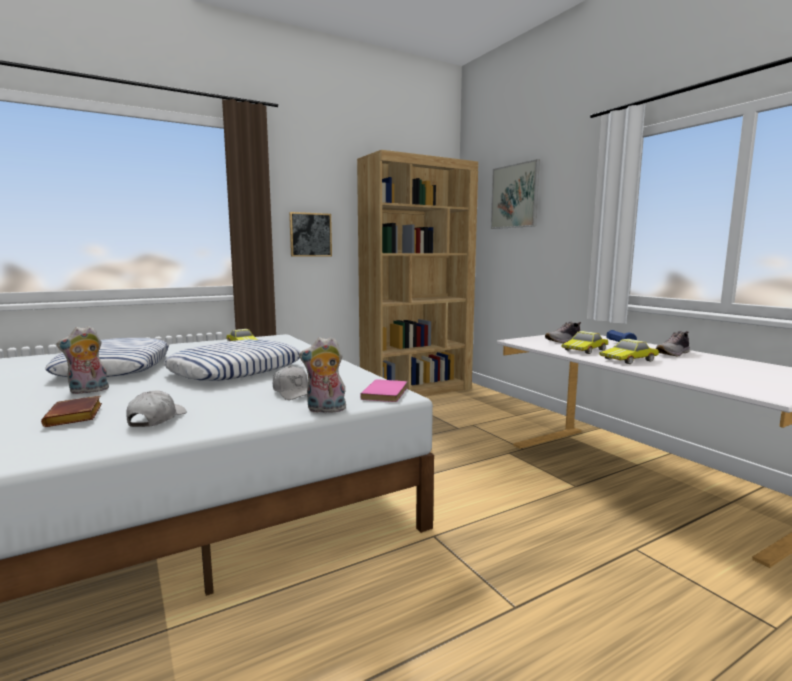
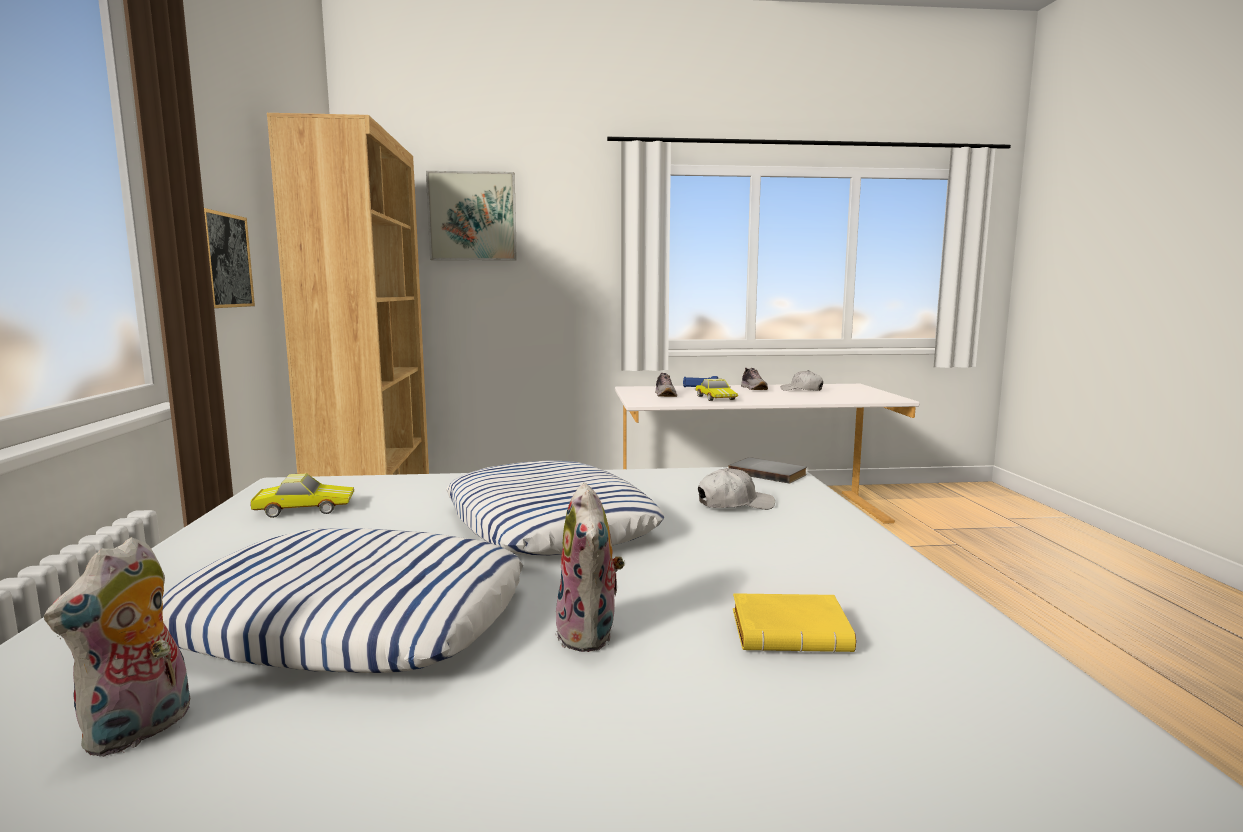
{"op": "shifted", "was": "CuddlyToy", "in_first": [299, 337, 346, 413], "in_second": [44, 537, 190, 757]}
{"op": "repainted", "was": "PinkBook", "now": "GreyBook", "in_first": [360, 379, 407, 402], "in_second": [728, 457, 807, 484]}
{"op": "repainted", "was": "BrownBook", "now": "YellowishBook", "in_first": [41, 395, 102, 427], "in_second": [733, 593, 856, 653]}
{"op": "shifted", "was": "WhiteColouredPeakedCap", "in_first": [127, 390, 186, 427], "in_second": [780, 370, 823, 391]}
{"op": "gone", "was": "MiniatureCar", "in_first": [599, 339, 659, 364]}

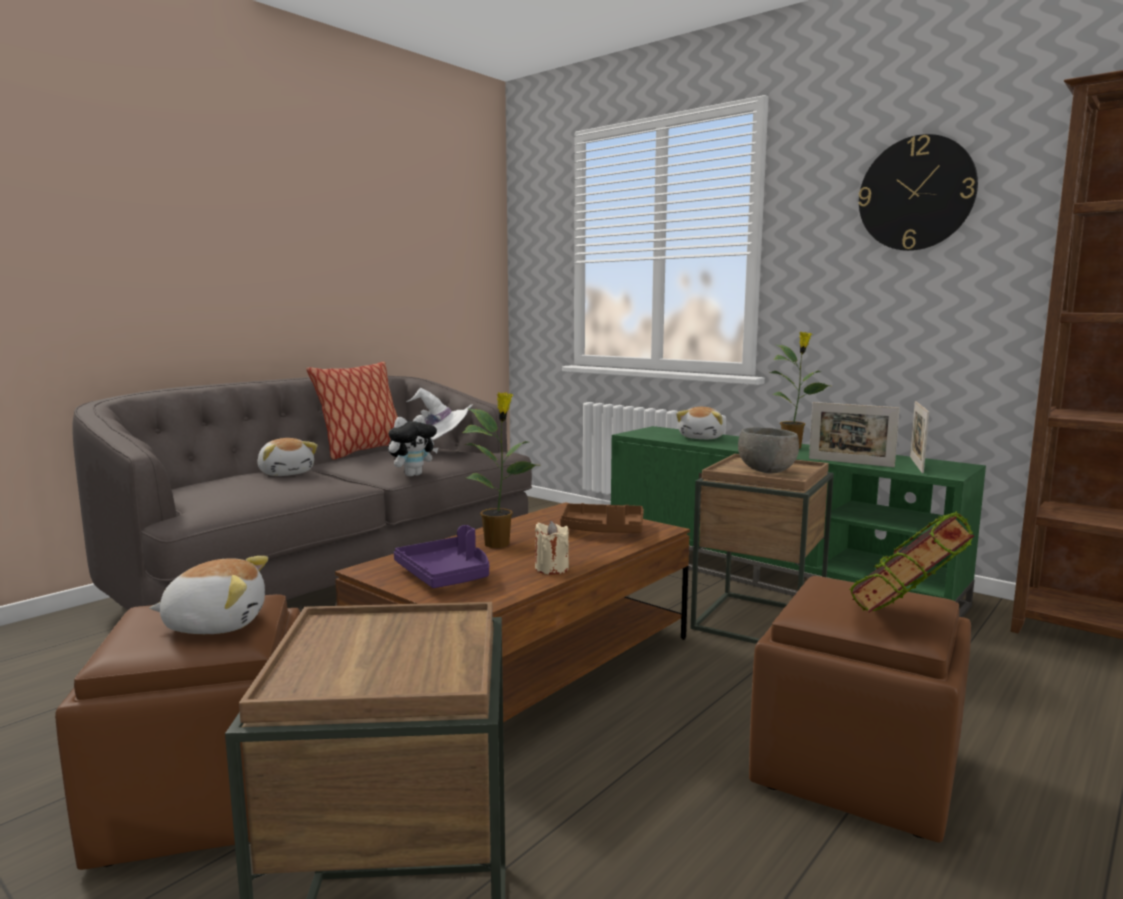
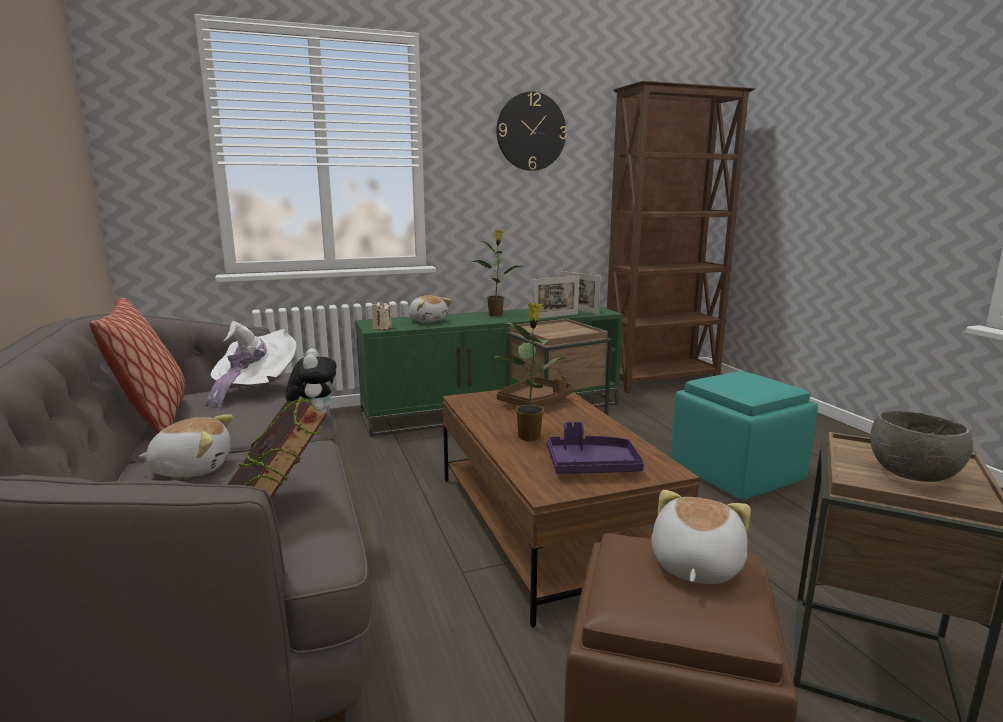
{"op": "shifted", "was": "Book", "in_first": [850, 511, 974, 613], "in_second": [227, 396, 328, 499]}
{"op": "shifted", "was": "BeigeColouredCandle", "in_first": [535, 521, 569, 575], "in_second": [372, 301, 392, 330]}
{"op": "repainted", "was": "BrownFootrest", "now": "TurquoiseColouredFootrest", "in_first": [749, 576, 971, 842], "in_second": [671, 371, 818, 500]}
{"op": "shifted", "was": "GreyServingBowl", "in_first": [738, 427, 799, 473], "in_second": [870, 410, 973, 482]}

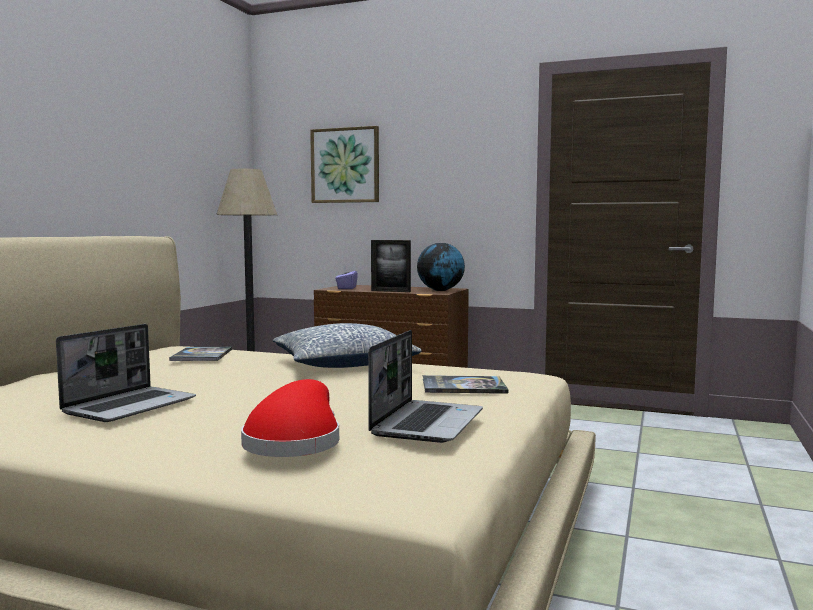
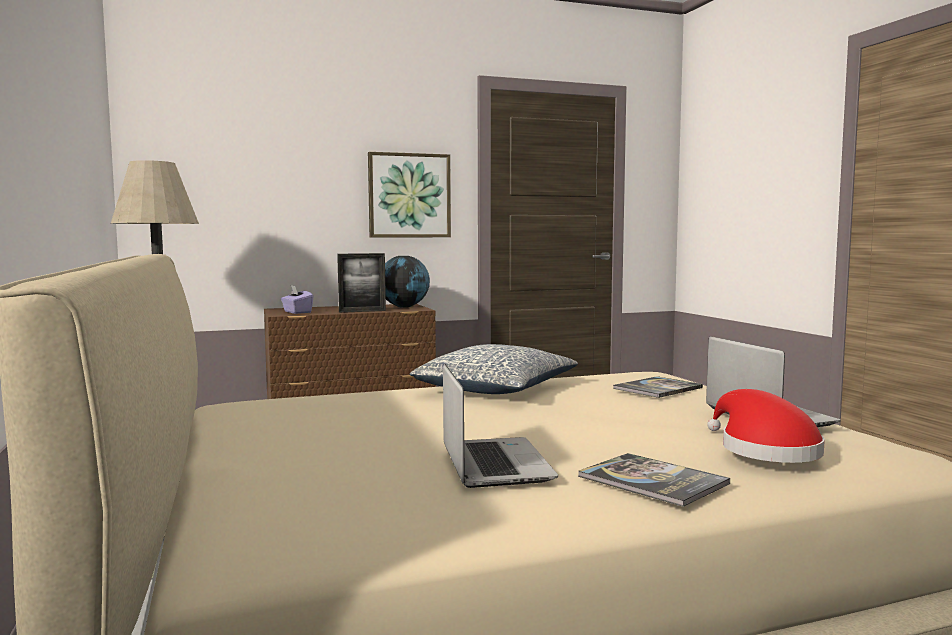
{"op": "shifted", "was": "WallArt", "in_first": [310, 126, 379, 203], "in_second": [368, 152, 451, 238]}
{"op": "shifted", "was": "Book", "in_first": [169, 347, 232, 361], "in_second": [578, 453, 730, 507]}

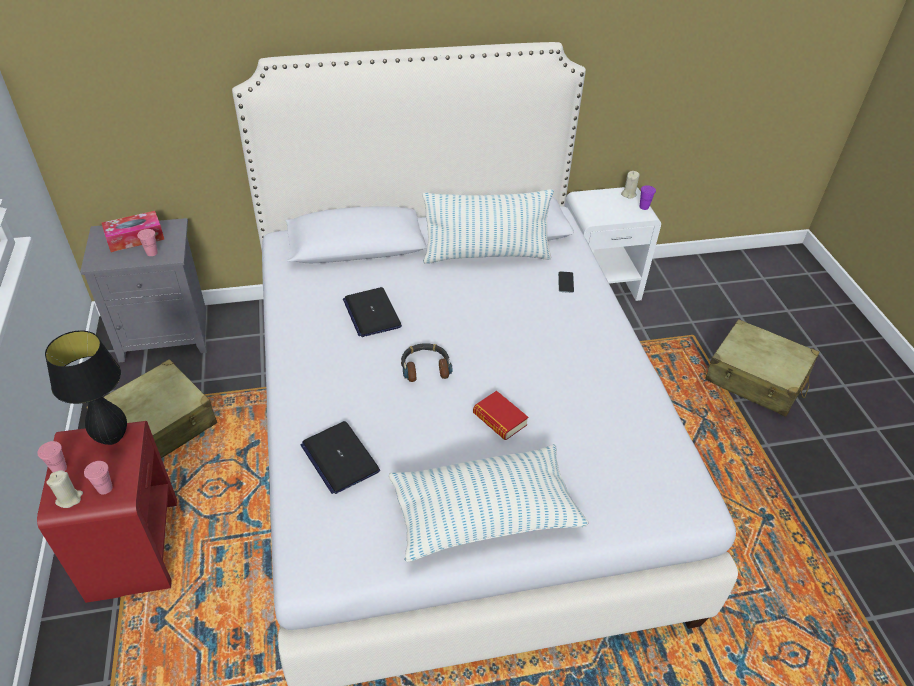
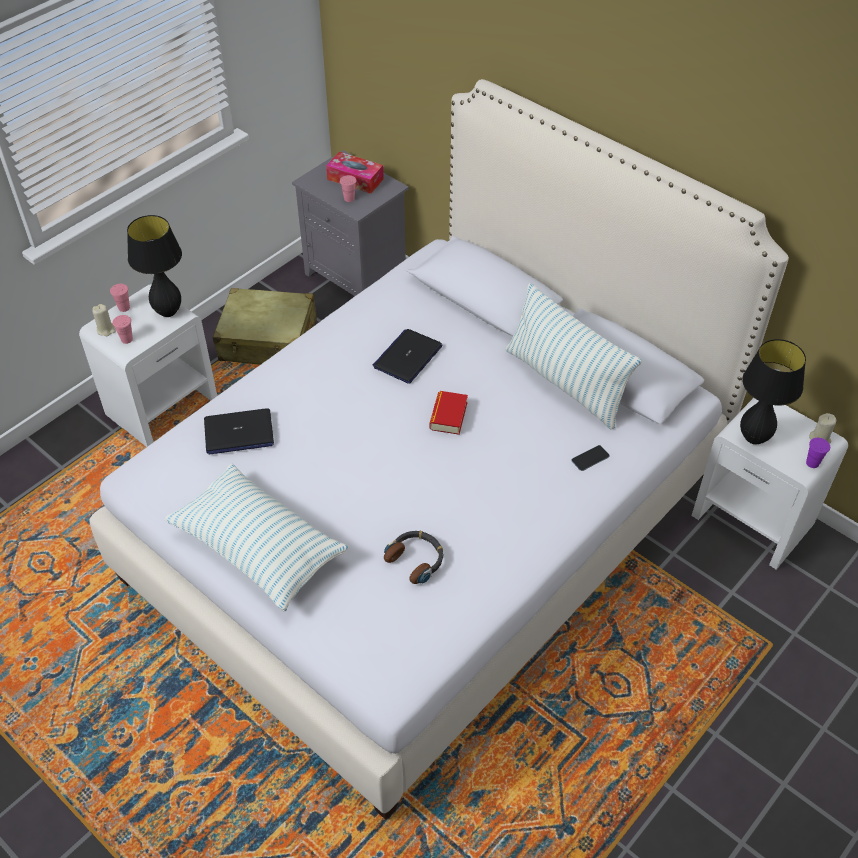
{"op": "repainted", "was": "RedNightTable", "now": "WhiteColouredNightTable", "in_first": [37, 421, 177, 603], "in_second": [79, 284, 217, 447]}
{"op": "rotated", "was": "Laptop", "in_first": [301, 421, 380, 494], "in_second": [204, 408, 274, 455], "clockwise": -120}
{"op": "shifted", "was": "Headphones", "in_first": [401, 343, 453, 382], "in_second": [384, 531, 443, 584]}
{"op": "shifted", "was": "Book", "in_first": [473, 391, 528, 440], "in_second": [429, 391, 468, 435]}
{"op": "new", "now": "BlackishTableLamp", "in_second": [740, 339, 806, 445]}
{"op": "gone", "was": "BeigeColouredSuitcase", "in_first": [705, 319, 819, 417]}

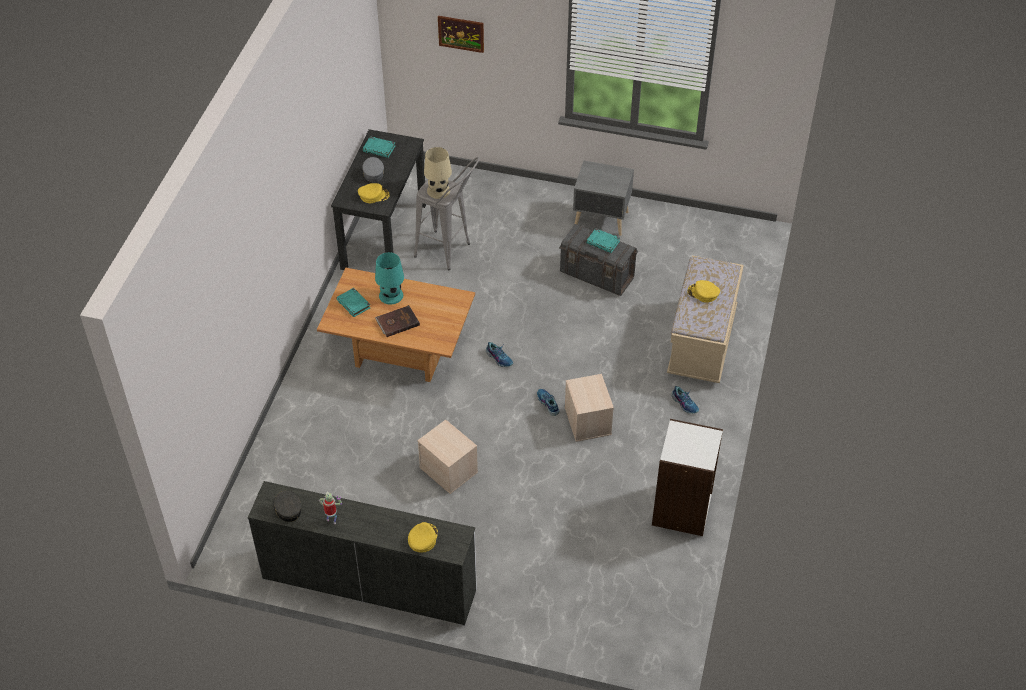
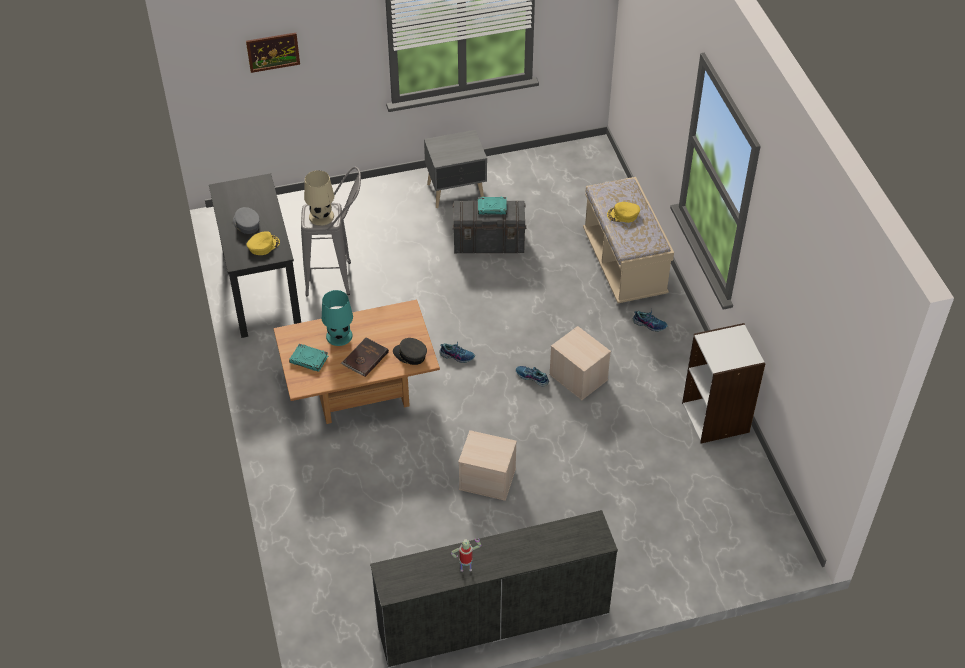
{"op": "shifted", "was": "GreyPeakedCap", "in_first": [273, 491, 301, 522], "in_second": [393, 338, 427, 365]}
{"op": "gone", "was": "TurquoiseColouredBook", "in_first": [362, 136, 395, 158]}
{"op": "gone", "was": "YellowishPeakedCap", "in_first": [408, 522, 438, 553]}

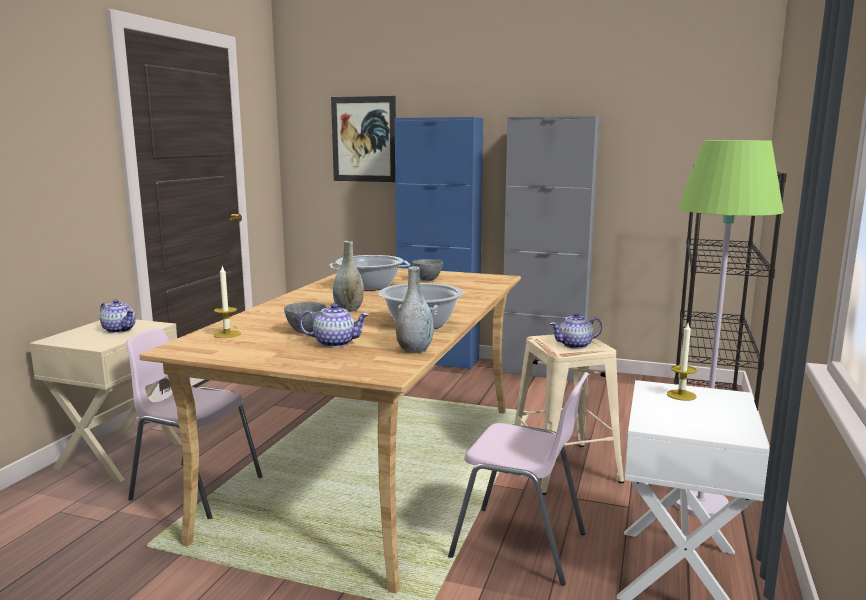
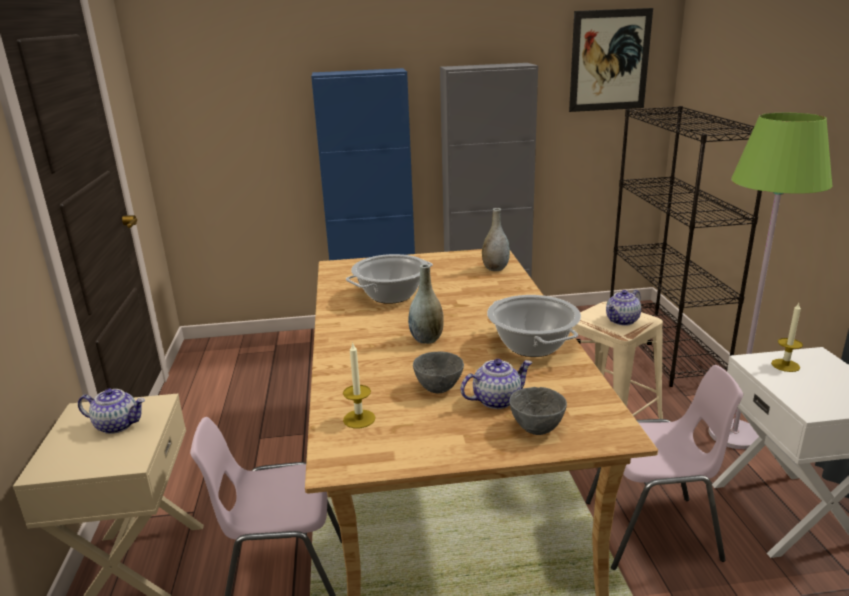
{"op": "shifted", "was": "GreyDecorativeVase", "in_first": [396, 266, 434, 353], "in_second": [482, 208, 510, 271]}
{"op": "shifted", "was": "GreyServingBowl", "in_first": [412, 259, 443, 281], "in_second": [509, 387, 567, 435]}
{"op": "shifted", "was": "WallArt", "in_first": [331, 96, 396, 182], "in_second": [569, 8, 653, 112]}

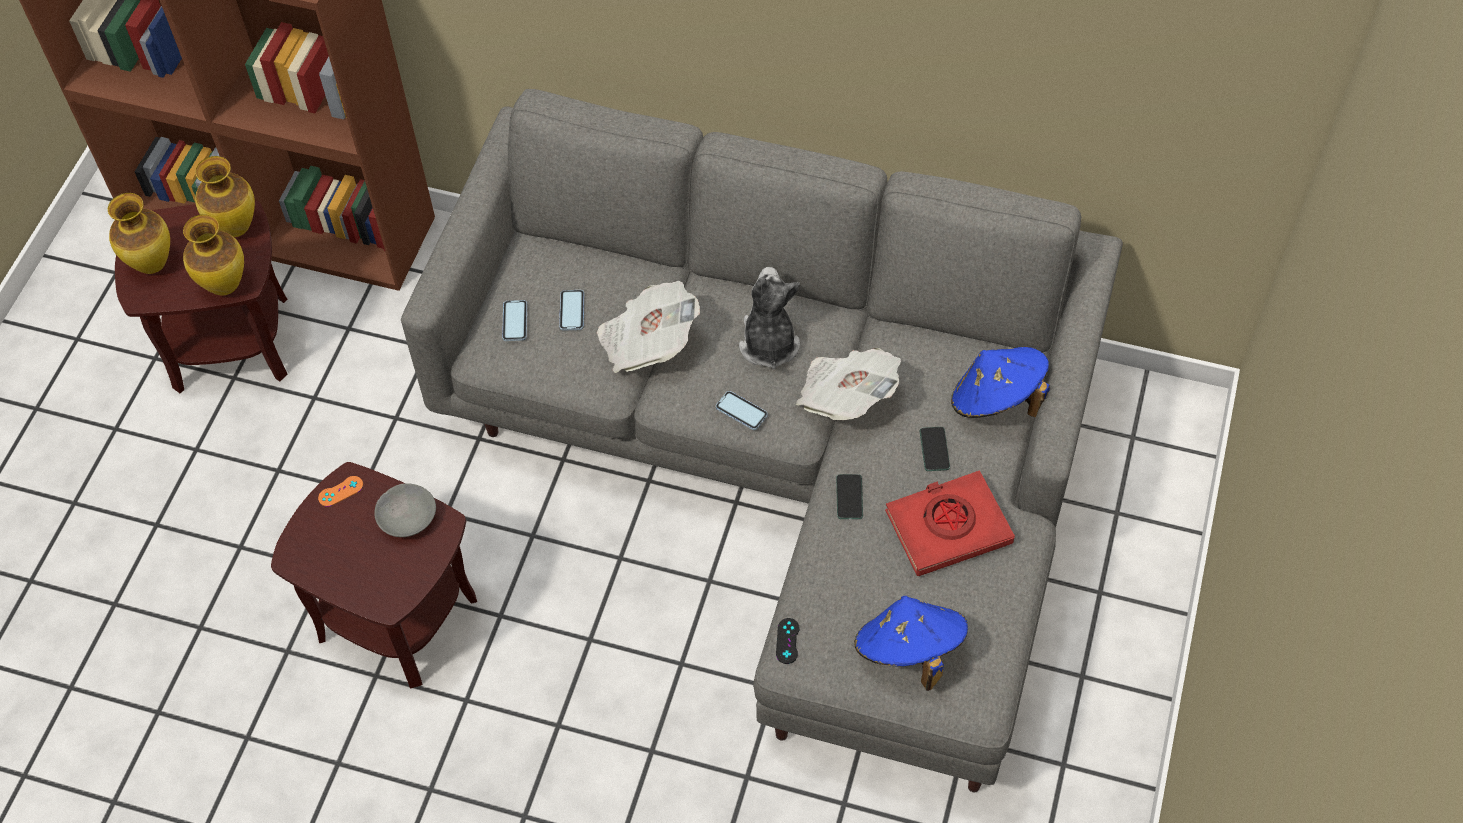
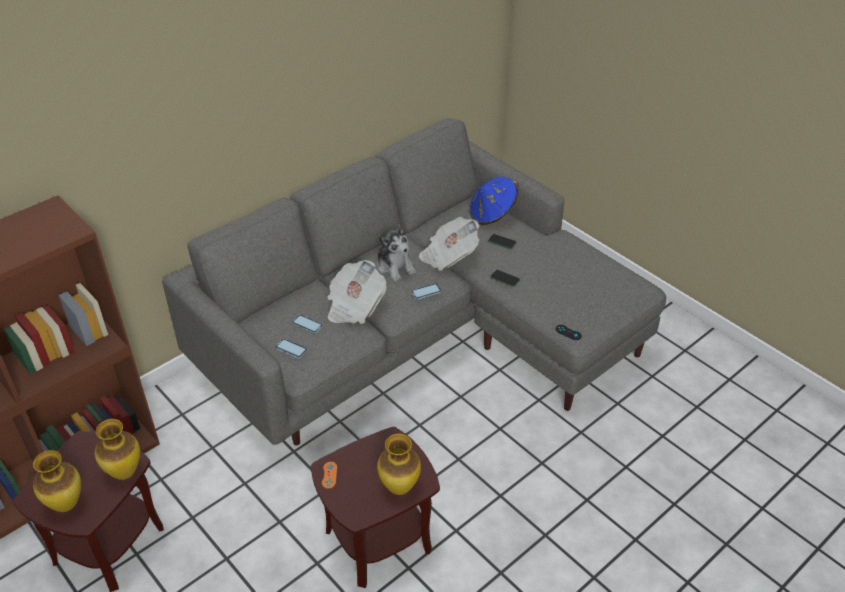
{"op": "rotated", "was": "CuddlyToy", "in_first": [739, 267, 800, 370], "in_second": [377, 225, 416, 281], "clockwise": -150}
{"op": "shifted", "was": "DecorativeVase", "in_first": [195, 156, 255, 237], "in_second": [377, 434, 421, 495]}
{"op": "gone", "was": "GreyServingBowl", "in_first": [374, 483, 436, 537]}
{"op": "gone", "was": "BluishWearableHat", "in_first": [854, 596, 968, 691]}
{"op": "gone", "was": "RedBook", "in_first": [885, 470, 1015, 576]}

